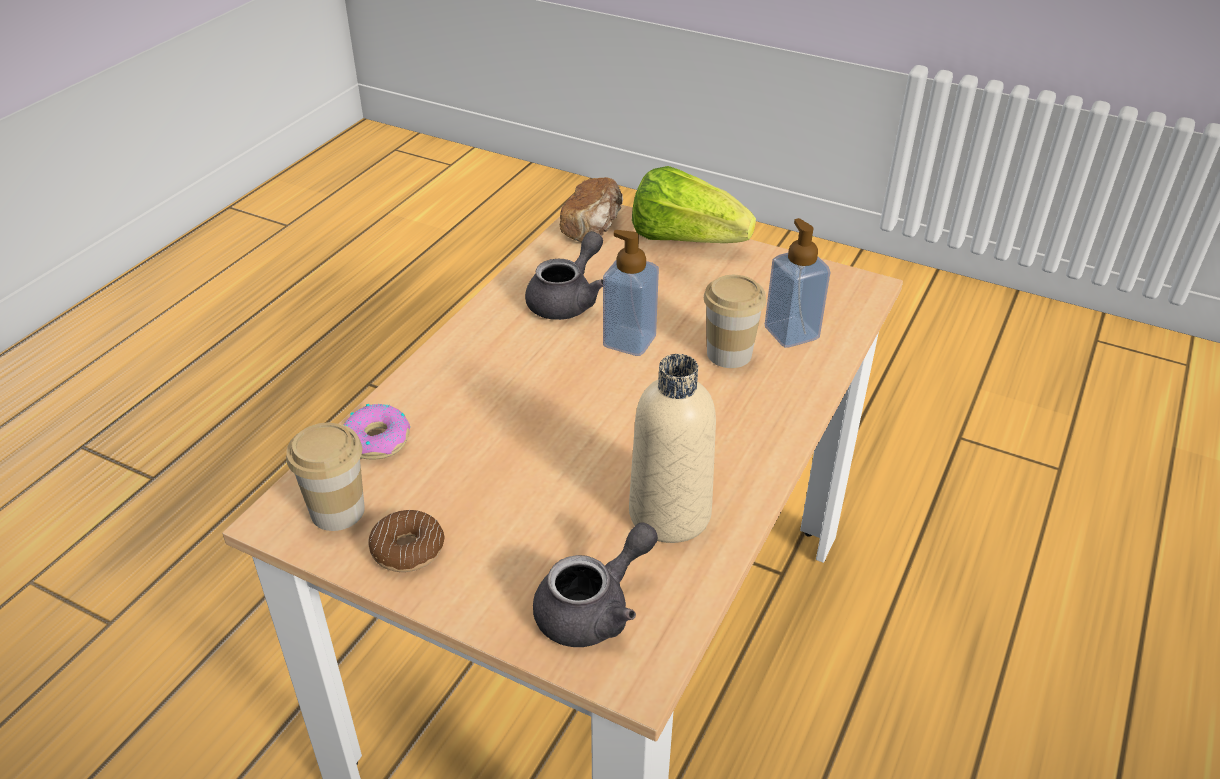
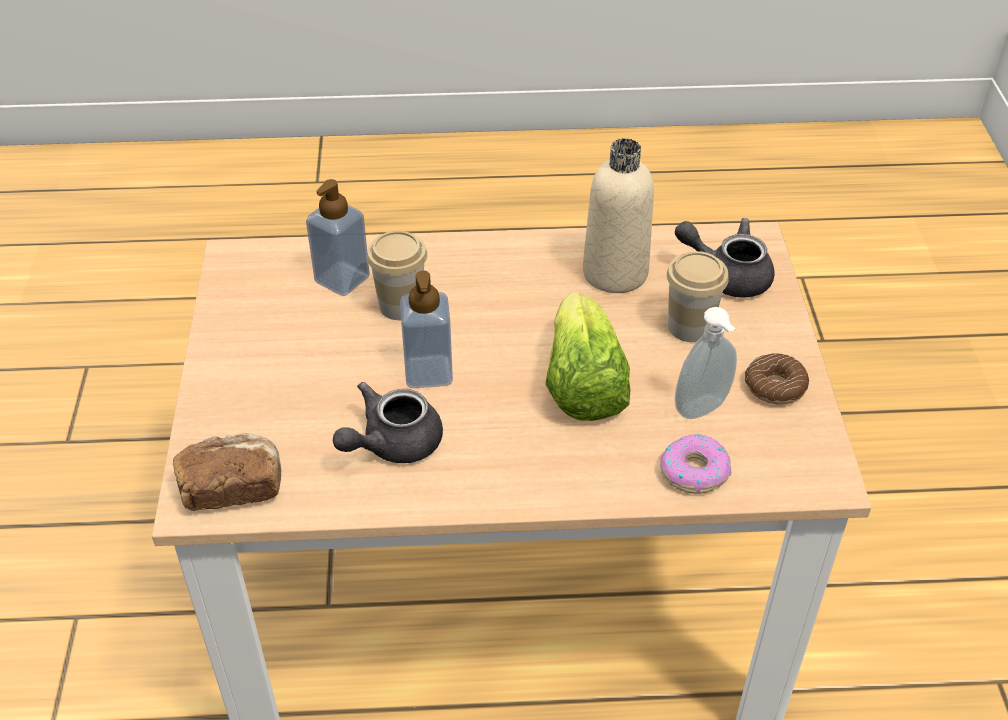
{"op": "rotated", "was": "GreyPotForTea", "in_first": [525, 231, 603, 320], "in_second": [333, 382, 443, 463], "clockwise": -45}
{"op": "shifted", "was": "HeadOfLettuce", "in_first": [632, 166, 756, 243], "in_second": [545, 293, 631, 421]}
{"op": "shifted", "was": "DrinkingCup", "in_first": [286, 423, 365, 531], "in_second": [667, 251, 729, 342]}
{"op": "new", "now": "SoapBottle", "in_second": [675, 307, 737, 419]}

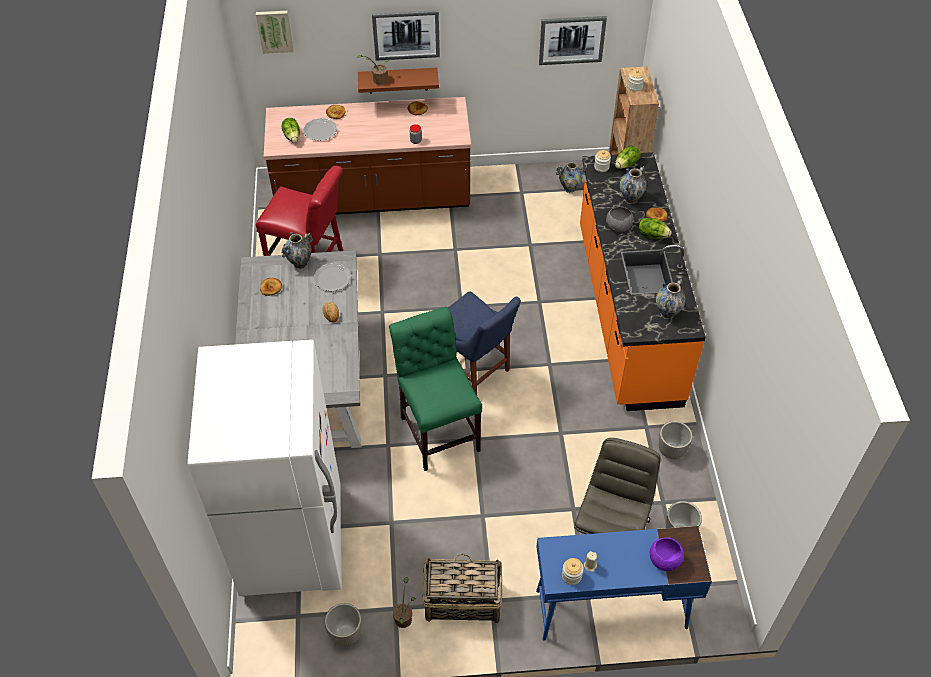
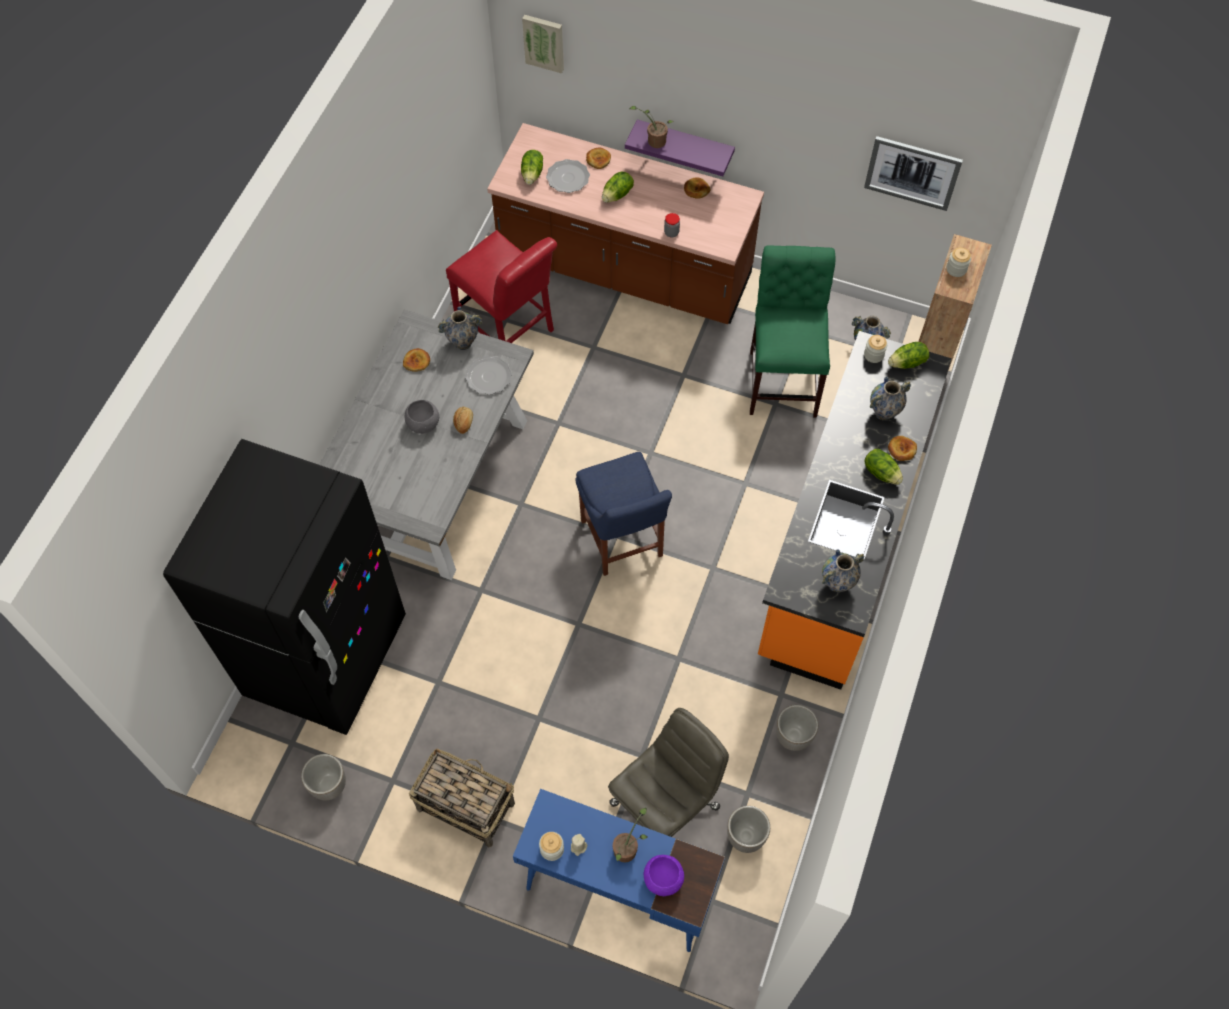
{"op": "repainted", "was": "WhiteColouredFridge", "now": "BlackishFridge", "in_first": [188, 340, 341, 596], "in_second": [163, 439, 406, 735]}
{"op": "shifted", "was": "GreyServingBowl", "in_first": [606, 206, 634, 232], "in_second": [404, 400, 439, 434]}
{"op": "new", "now": "HeadOfLettuce", "in_second": [602, 172, 634, 203]}
{"op": "shifted", "was": "PlantInAPot", "in_first": [393, 577, 416, 628], "in_second": [613, 808, 647, 863]}
{"op": "repainted", "was": "BrownWallShelf", "now": "PurpleWallShelf", "in_first": [358, 68, 439, 94], "in_second": [625, 120, 735, 176]}
{"op": "shifted", "was": "GreenishChair", "in_first": [389, 307, 482, 471], "in_second": [750, 245, 835, 418]}
{"op": "gone", "was": "WallArt", "in_first": [372, 10, 440, 61]}

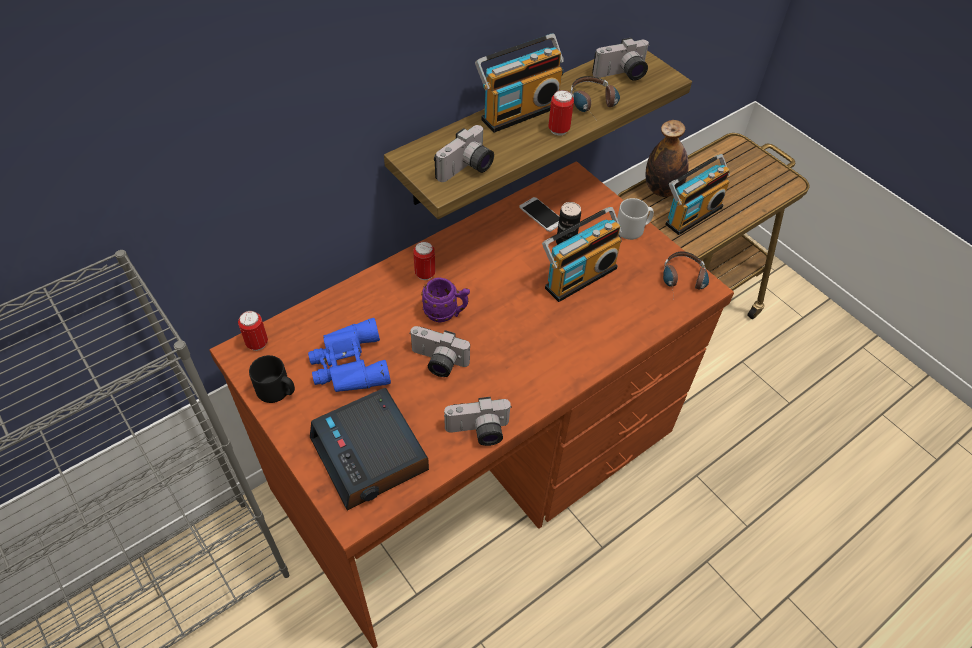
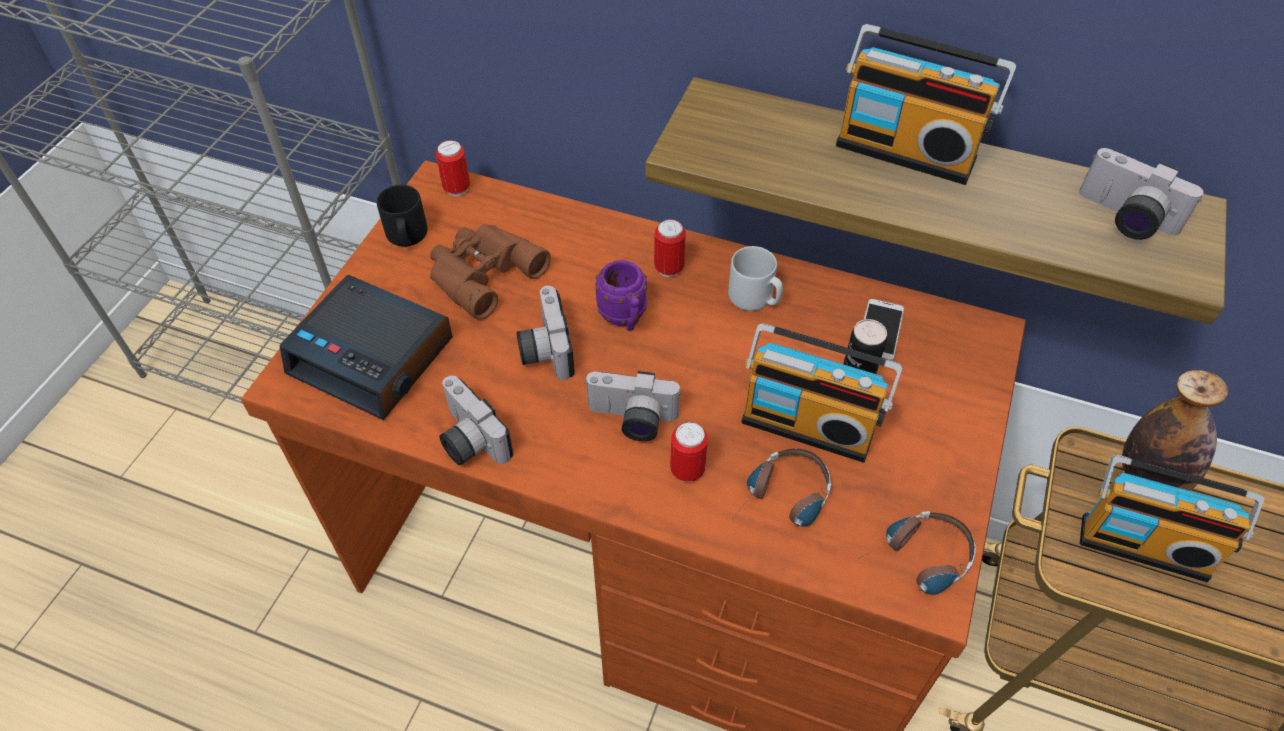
{"op": "rotated", "was": "AlarmClock", "in_first": [310, 388, 429, 510], "in_second": [280, 275, 453, 420], "clockwise": -90}
{"op": "repainted", "was": "BluishPairOfBinoculars", "now": "BrownPairOfBinoculars", "in_first": [308, 318, 391, 392], "in_second": [430, 224, 551, 320]}
{"op": "shifted", "was": "StillCamera", "in_first": [434, 125, 494, 182], "in_second": [584, 371, 681, 441]}
{"op": "shifted", "was": "Can", "in_first": [548, 90, 574, 135], "in_second": [670, 422, 708, 482]}
{"op": "shifted", "was": "GreyMug", "in_first": [617, 198, 654, 240], "in_second": [728, 246, 783, 311]}
{"op": "shifted", "was": "Headphones", "in_first": [570, 76, 620, 114], "in_second": [733, 449, 831, 527]}

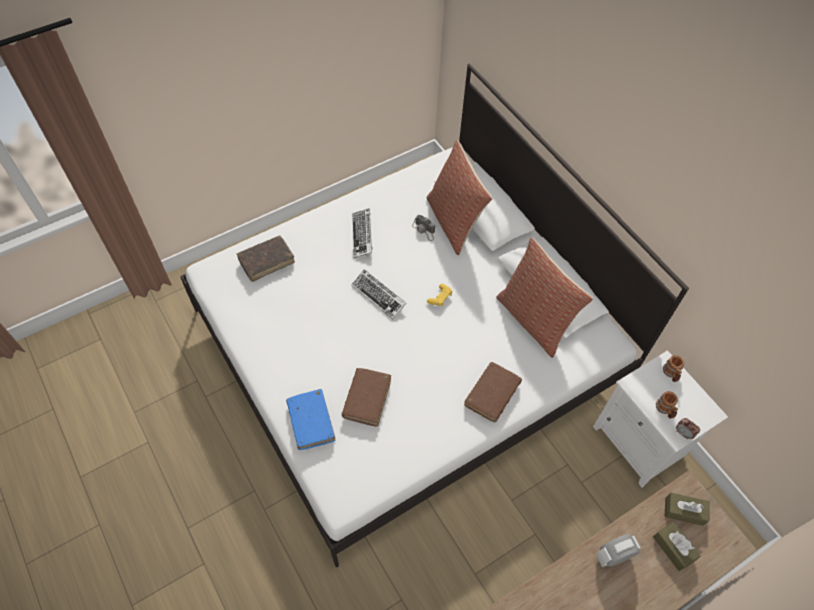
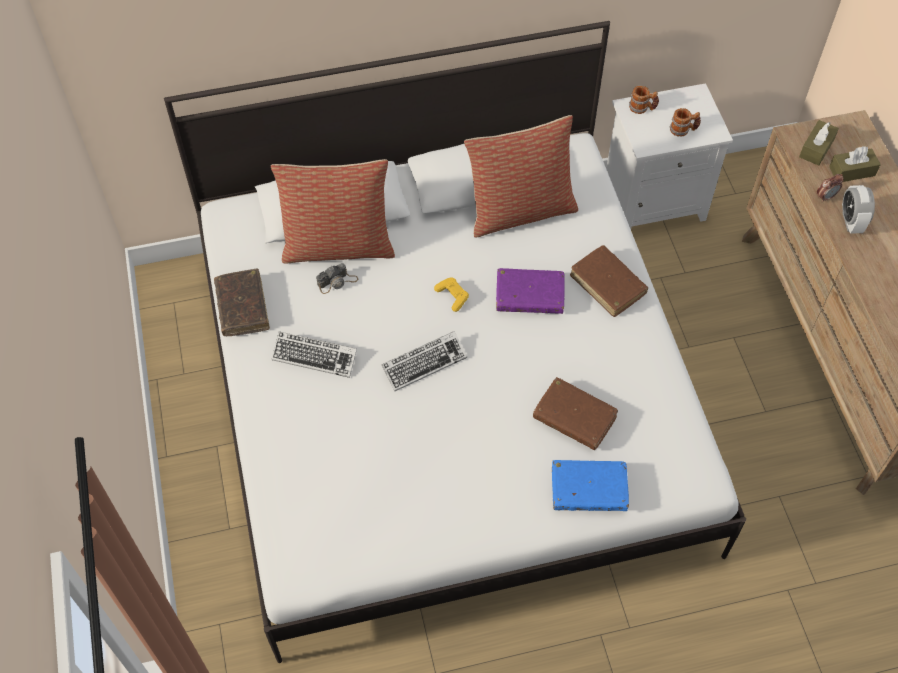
{"op": "shifted", "was": "BrownBook", "in_first": [237, 235, 295, 282], "in_second": [214, 269, 270, 336]}
{"op": "new", "now": "PurpleBook", "in_second": [496, 268, 565, 314]}
{"op": "shifted", "was": "AlarmClock", "in_first": [676, 418, 700, 440], "in_second": [817, 174, 844, 202]}

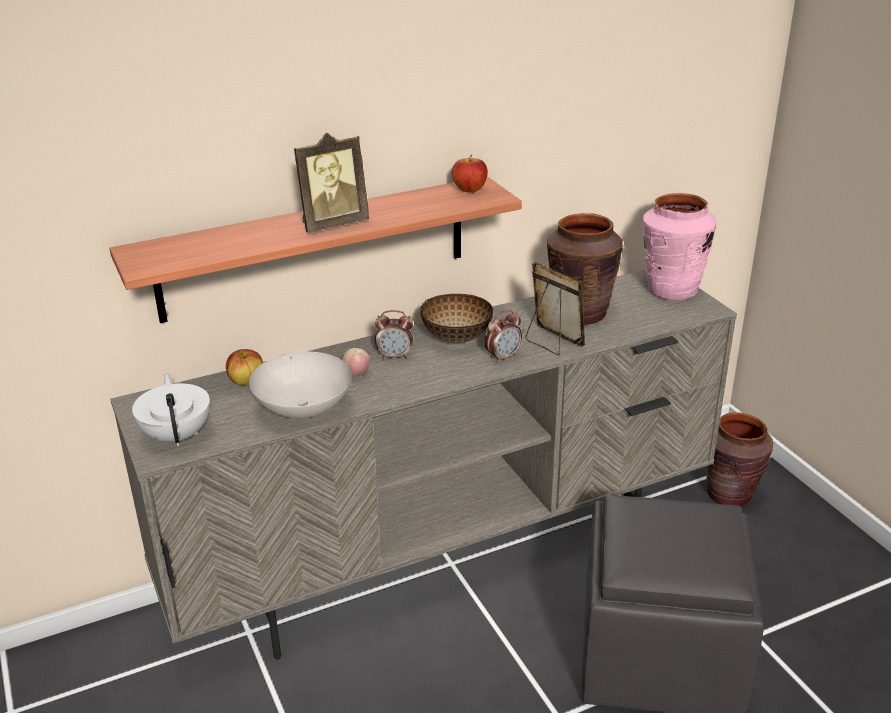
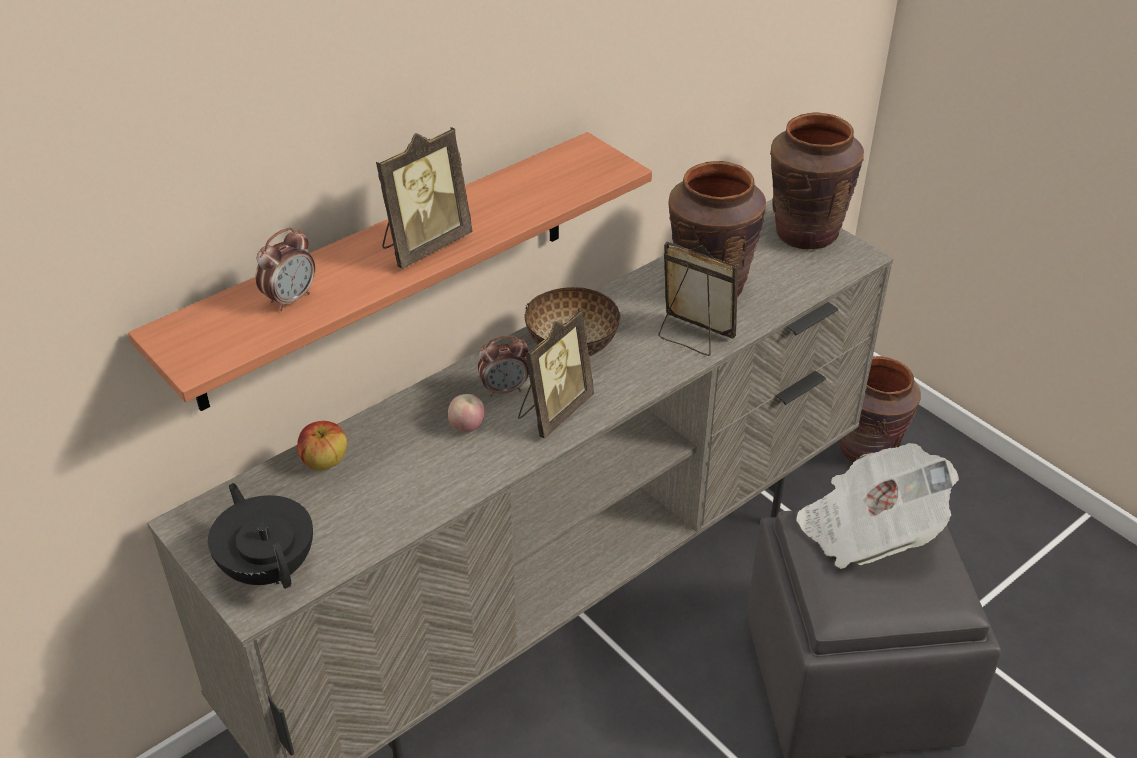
{"op": "repainted", "was": "WhiteColouredPotForTea", "now": "BlackishPotForTea", "in_first": [132, 374, 210, 446], "in_second": [208, 483, 313, 589]}
{"op": "shifted", "was": "AlarmClock", "in_first": [484, 310, 522, 363], "in_second": [255, 227, 315, 311]}
{"op": "new", "now": "StandingFrame", "in_second": [518, 309, 594, 439]}
{"op": "repainted", "was": "PinkDecorativeVase", "now": "BrownDecorativeVase", "in_first": [643, 193, 717, 300], "in_second": [770, 112, 864, 249]}
{"op": "new", "now": "DailyPaper", "in_second": [796, 443, 959, 569]}
{"op": "gone", "was": "WhiteColouredServingBowl", "in_first": [249, 352, 352, 419]}
{"op": "gone", "was": "Apple", "in_first": [452, 155, 488, 193]}

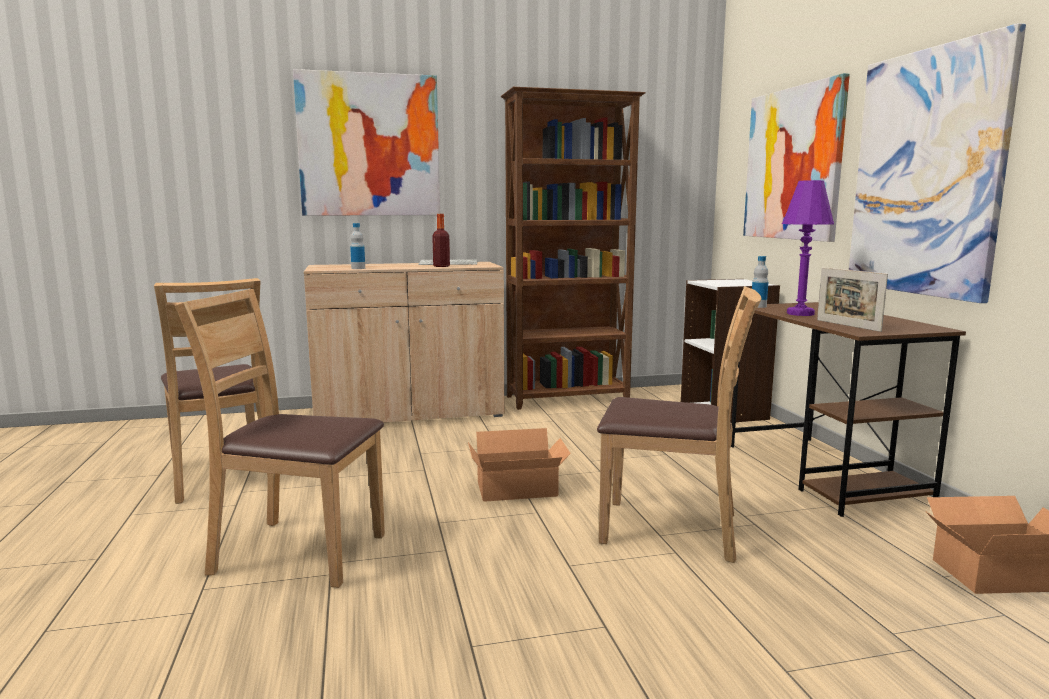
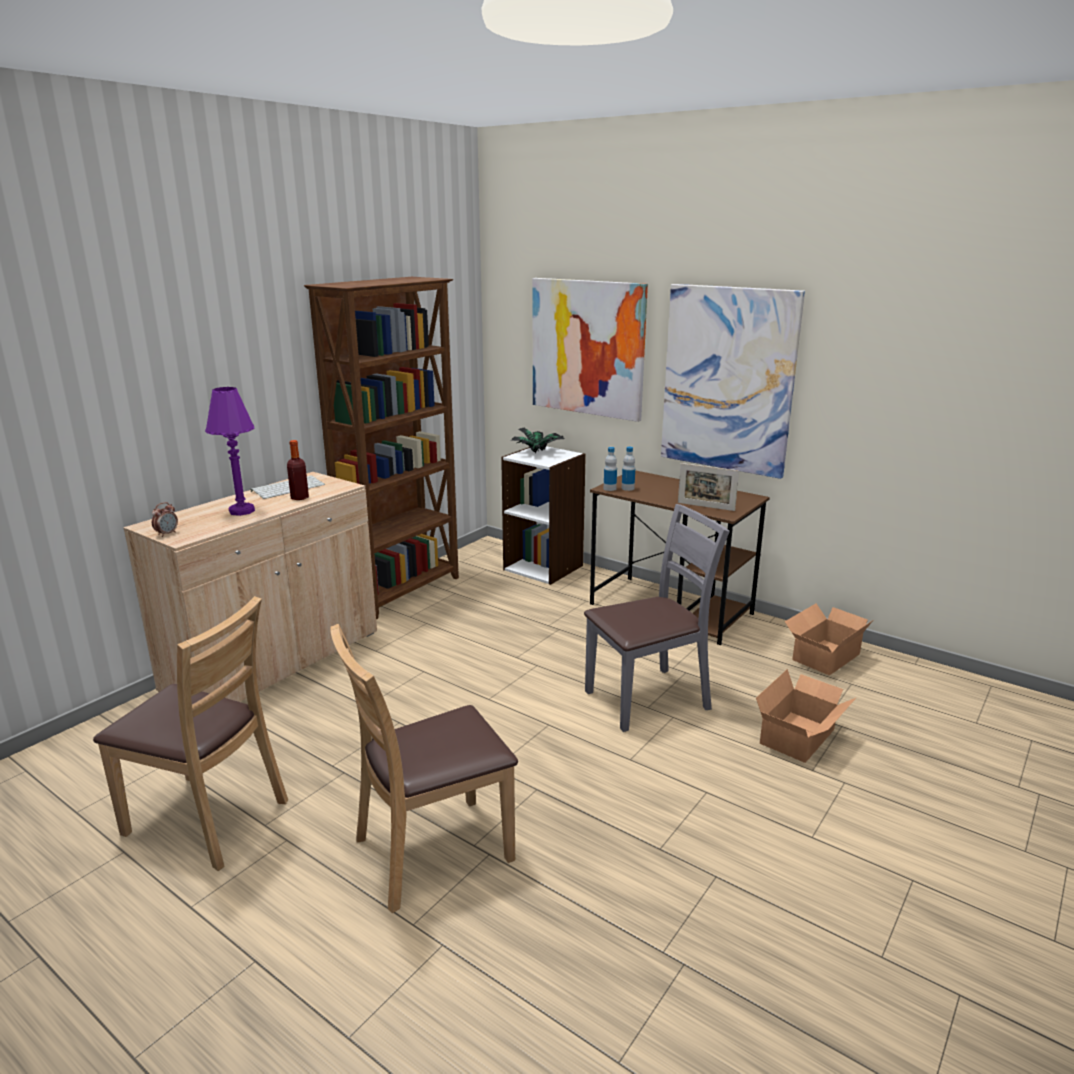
{"op": "new", "now": "AlarmClock", "in_second": [152, 502, 178, 537]}
{"op": "shifted", "was": "PurpleTableLamp", "in_first": [782, 180, 834, 316], "in_second": [205, 387, 255, 516]}
{"op": "new", "now": "PlantInAPot", "in_second": [511, 427, 565, 453]}
{"op": "repainted", "was": "BrownChair", "now": "GreyChair", "in_first": [597, 286, 761, 563], "in_second": [584, 504, 730, 732]}
{"op": "shifted", "was": "Bottle", "in_first": [350, 223, 365, 269], "in_second": [622, 447, 635, 491]}
{"op": "shifted", "was": "CardboardBox", "in_first": [468, 428, 571, 502], "in_second": [756, 669, 856, 763]}
{"op": "gone", "was": "WallArt", "in_first": [293, 69, 440, 215]}

